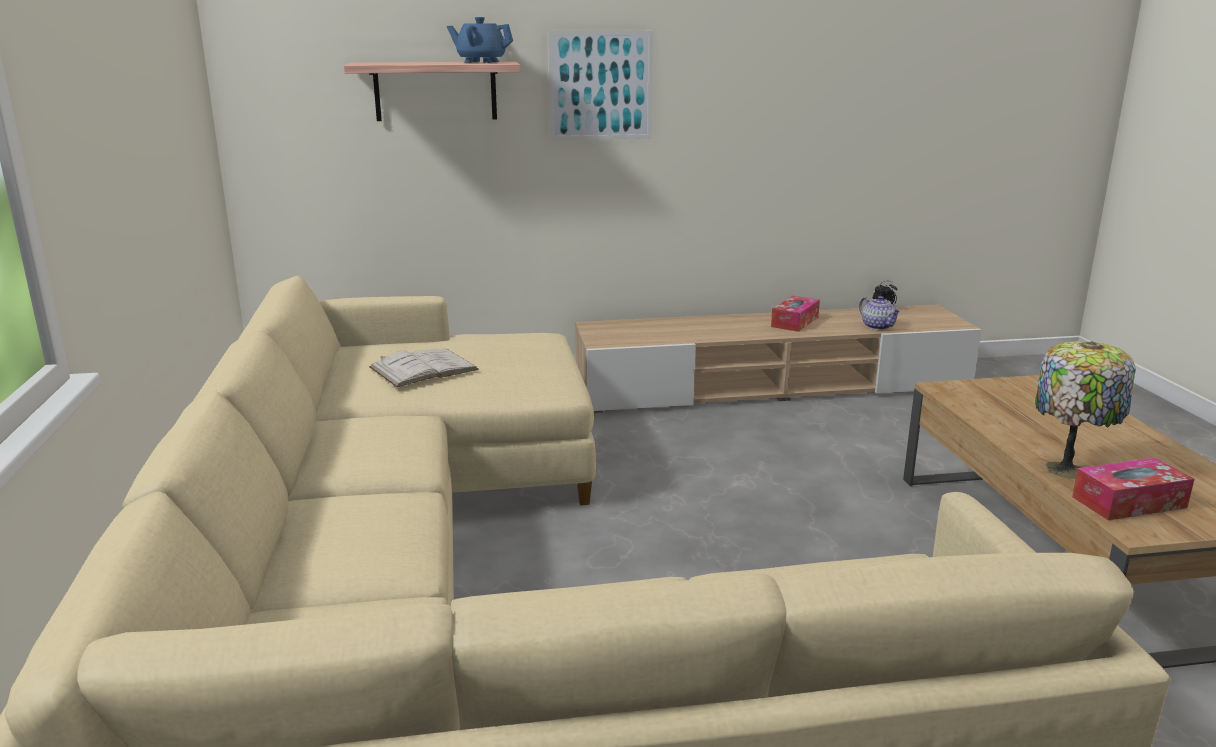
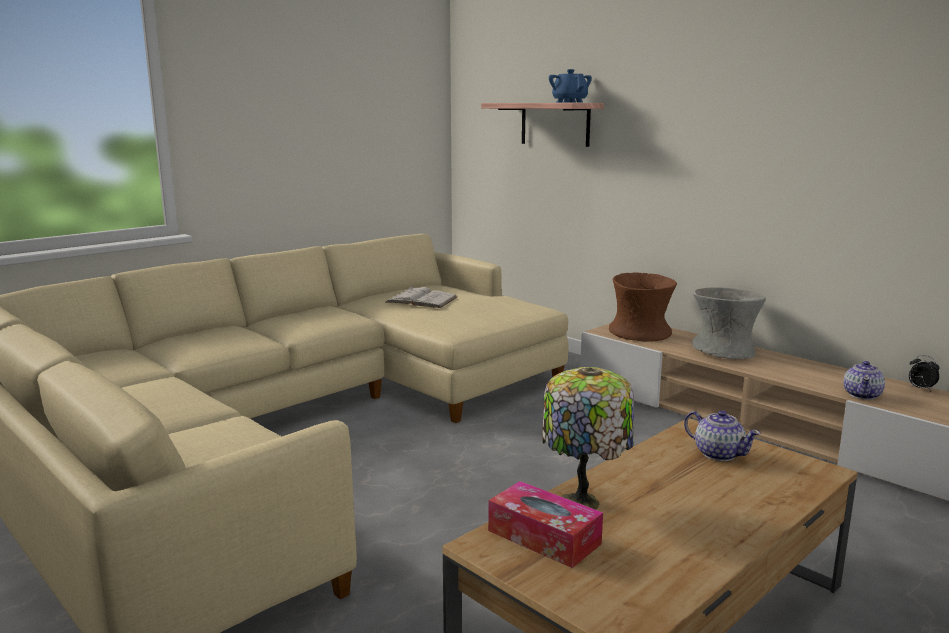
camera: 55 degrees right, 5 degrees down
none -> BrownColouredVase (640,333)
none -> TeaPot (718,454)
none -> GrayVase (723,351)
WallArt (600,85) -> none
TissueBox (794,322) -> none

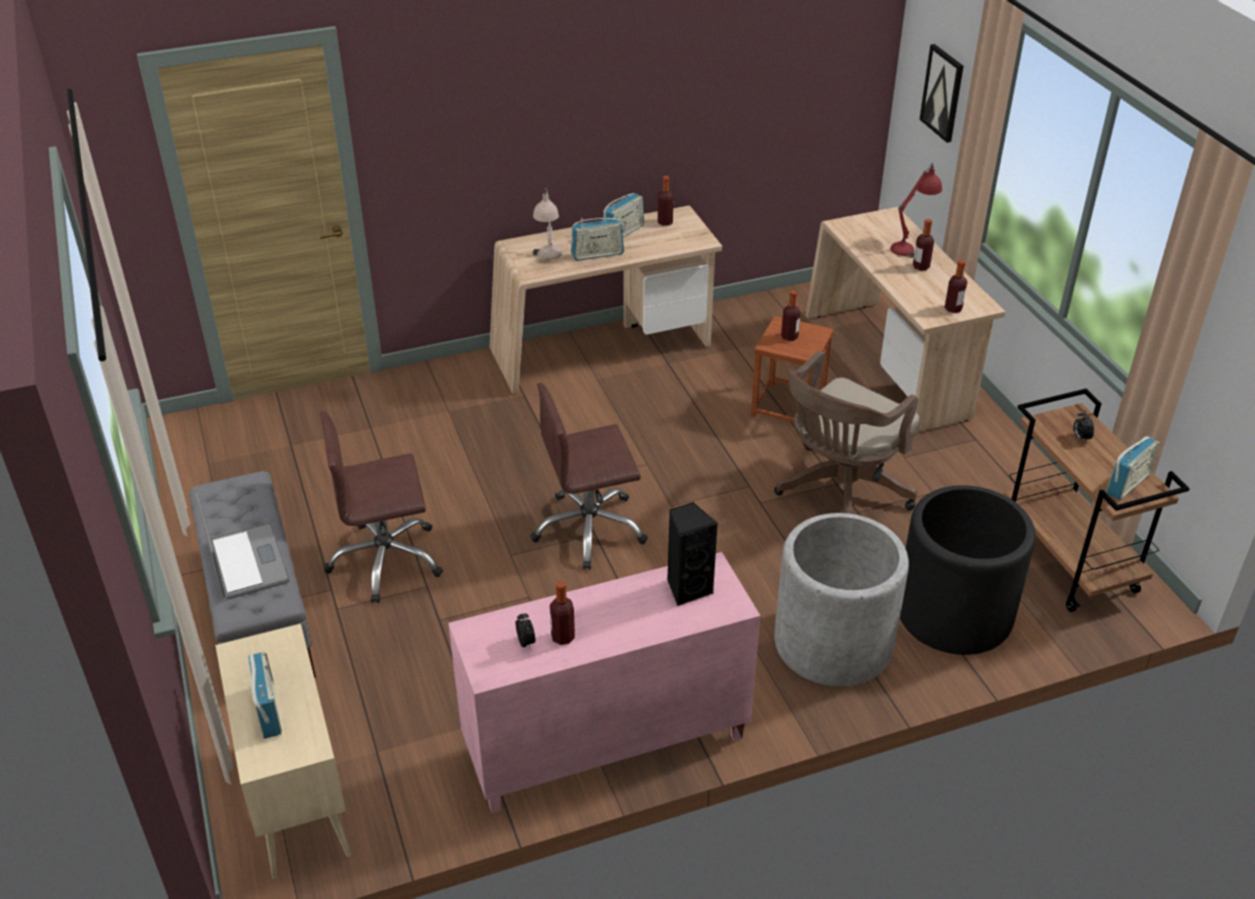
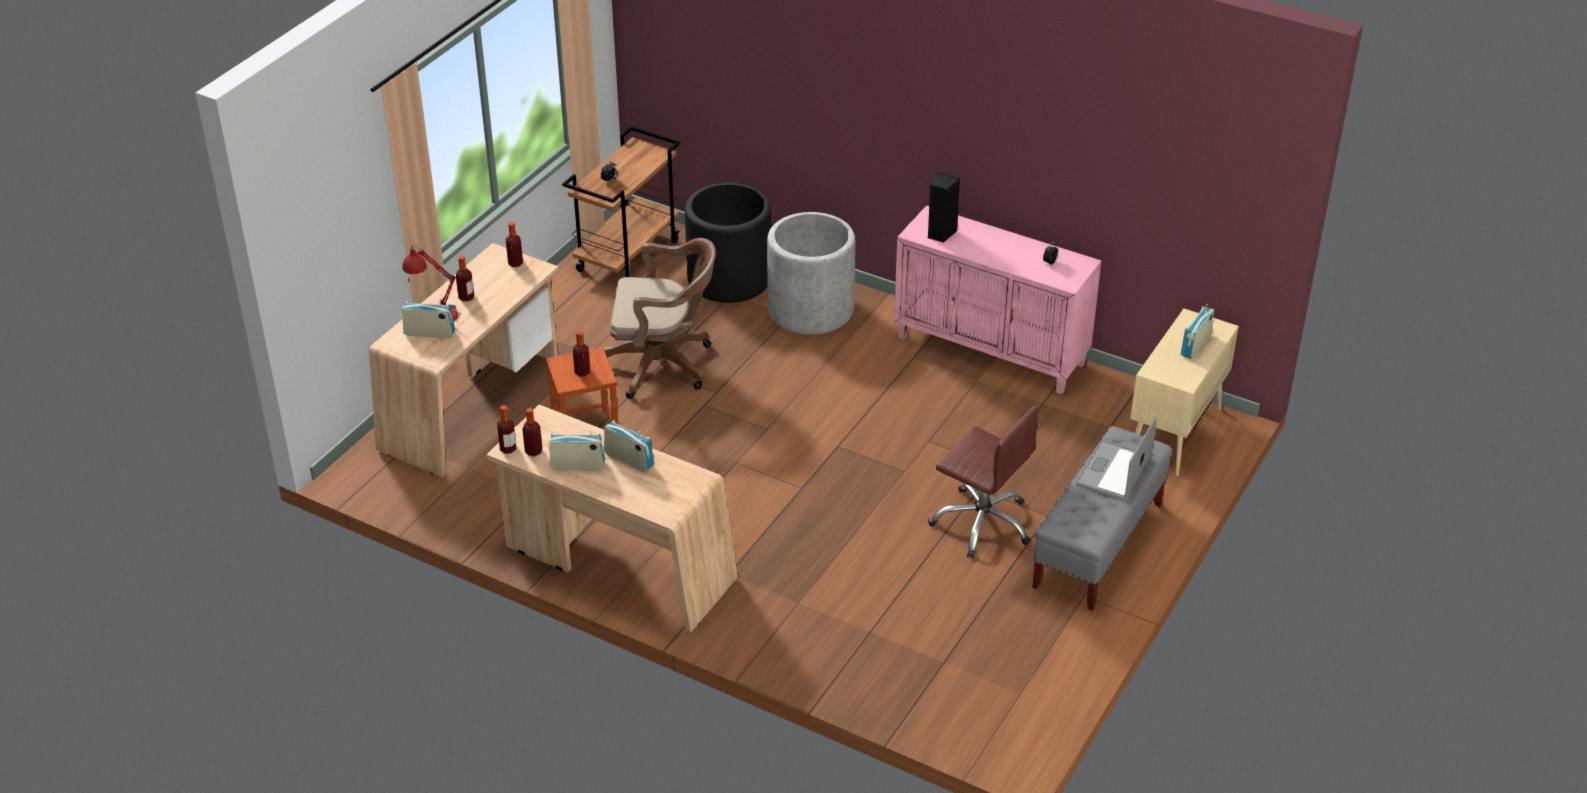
camera: 130 degrees left, 0 degrees up
RadioReceiver (1128,484) -> RadioReceiver (429,333), shifted
Bottle (563,637) -> Bottle (508,449), shifted
BrownColouredOfficeChair (589,529) -> none
BeigeTabletopLamp (548,260) -> none
WallArt (943,93) -> none

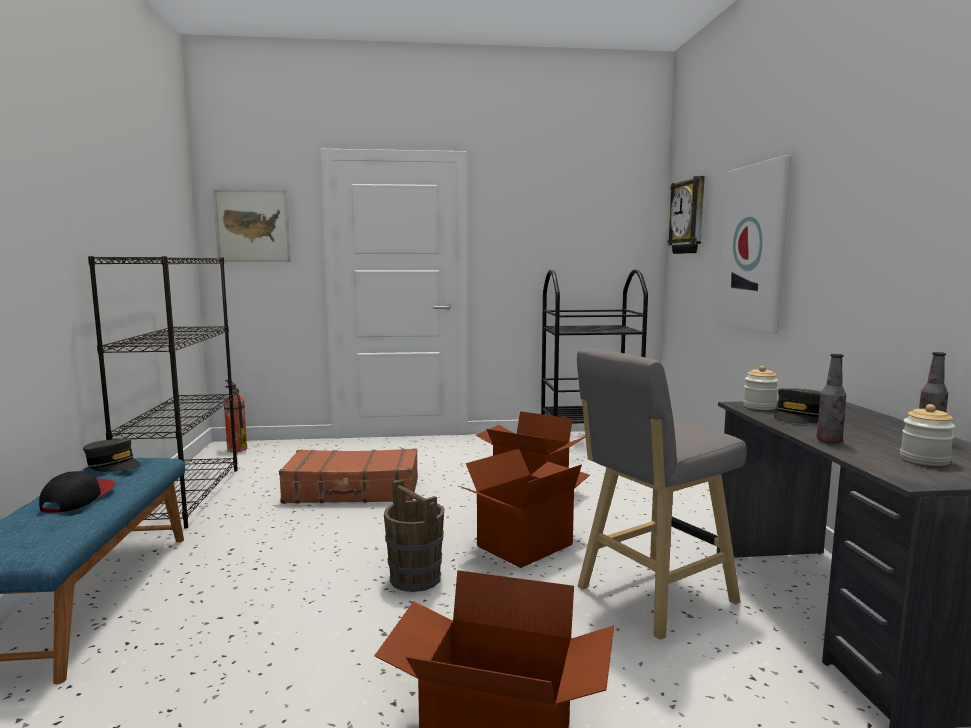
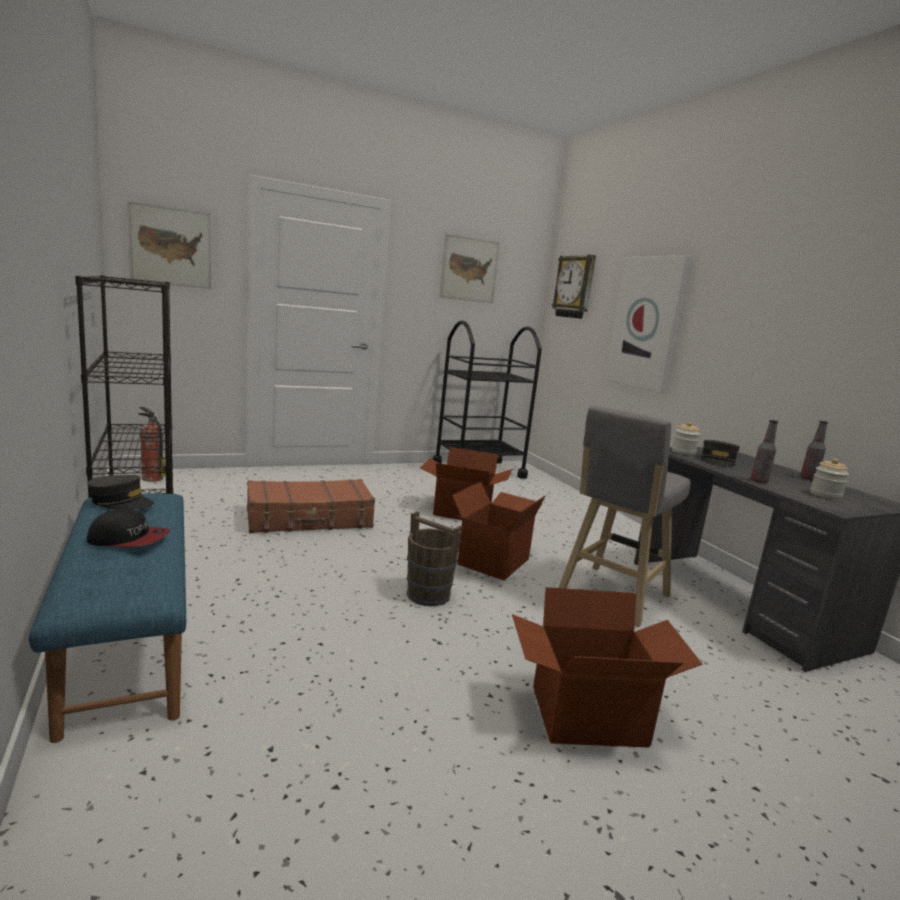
camera: 20 degrees left, 5 degrees up
BaseballCap (78,498) -> BaseballCap (129,539), 105 degrees clockwise
none -> WallArt (469,269)

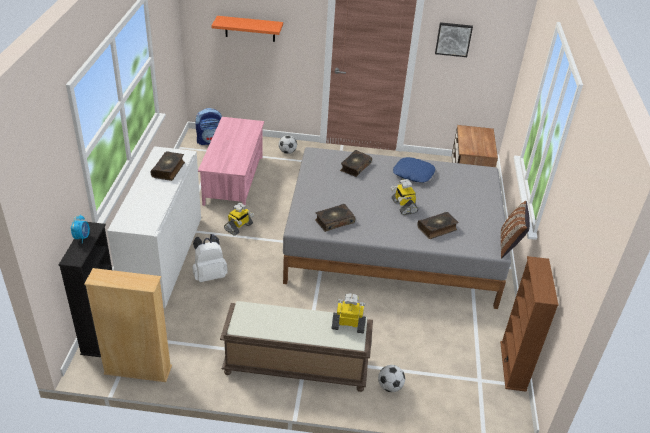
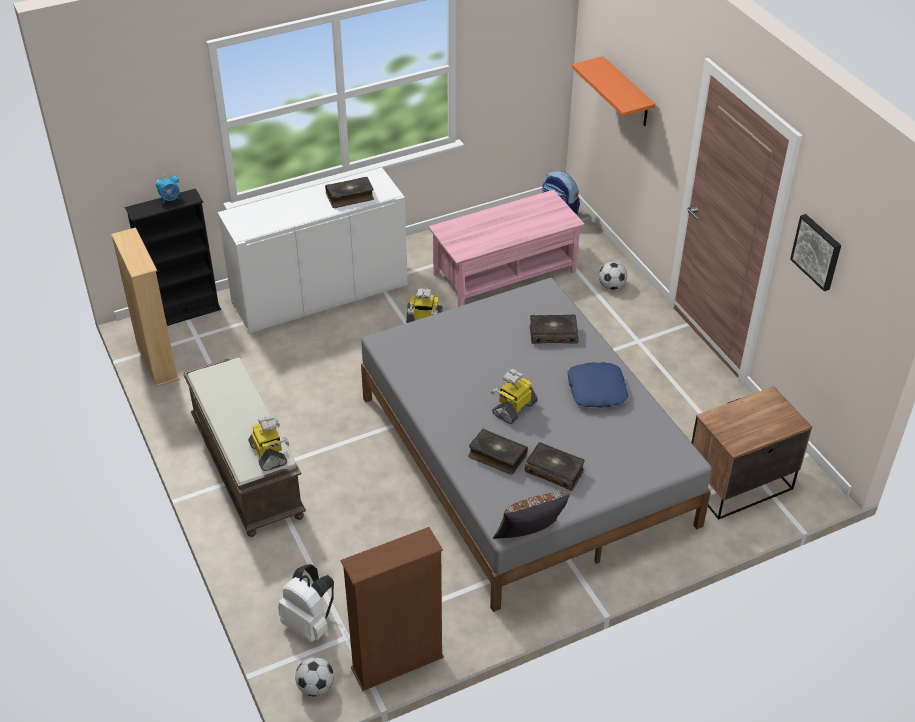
camera: 60 degrees right, 5 degrees up
WhiteColouredKnapsack (209,275) -> WhiteColouredKnapsack (309,624), shifted
FootballBall (390,387) -> FootballBall (315,687), shifted
BoundBook (334,221) -> BoundBook (554,471), shifted

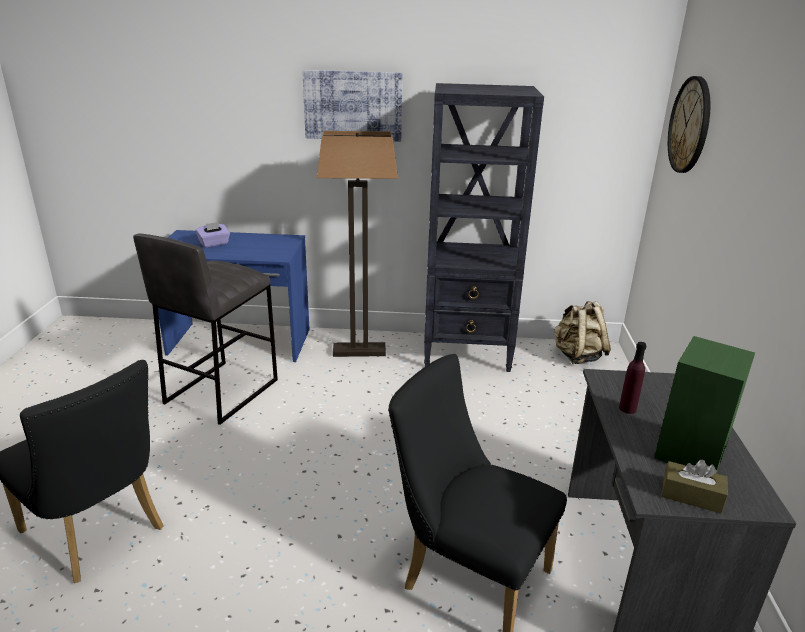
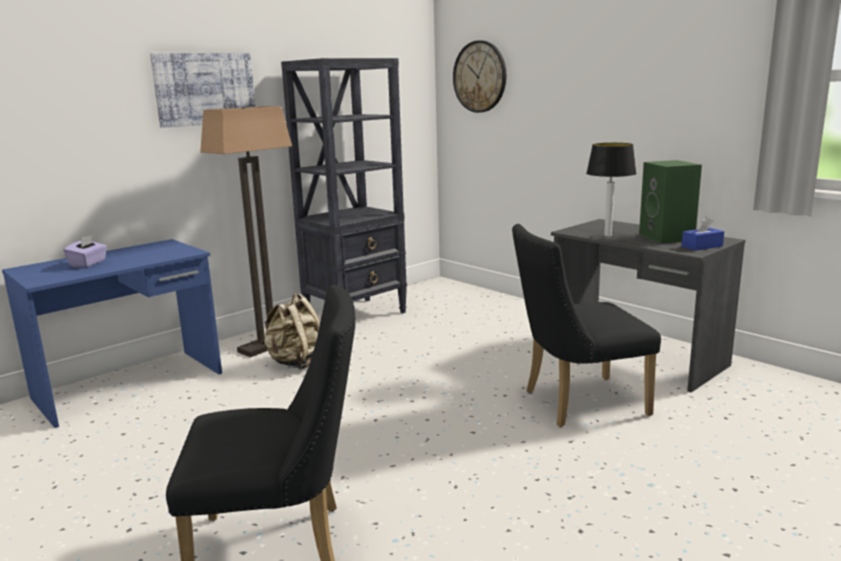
camera: 45 degrees left, 10 degrees down
BeigeKnapsack (577,356) -> BeigeKnapsack (296,363), shifted
PurpleColouredBottle (627,408) -> TabletopLamp (608,235)
BrownColouredTissueBox (691,496) -> BlueTissueBox (702,246)
GrayStool (220,391) -> none

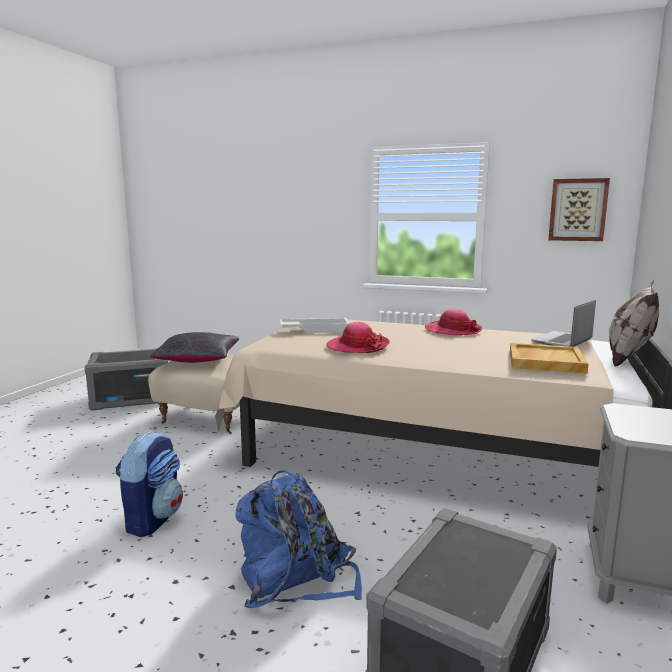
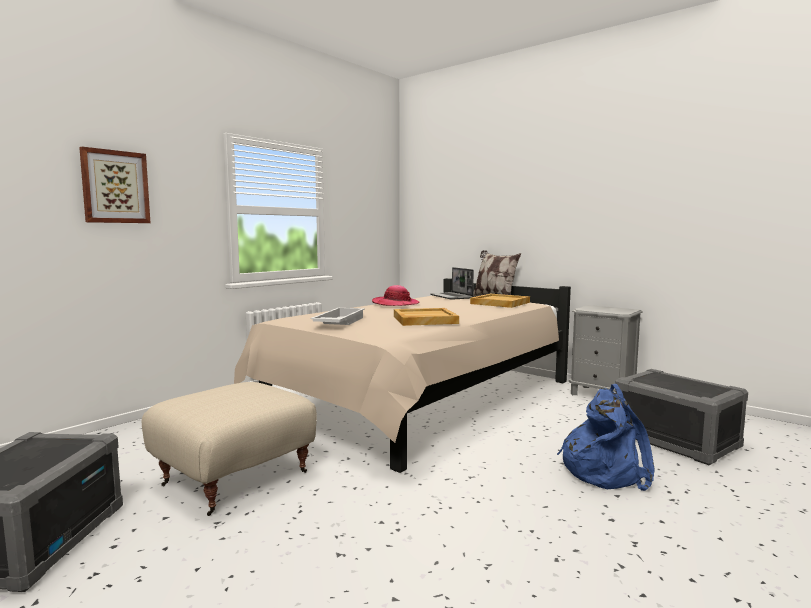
camera: 70 degrees left, 5 degrees down
WallArt (577,210) -> WallArt (115,187), shifted
Hat (357,346) -> BeigeCarryingTray (424,320)
Knapsack (153,519) -> none
BlackCushion (198,360) -> none

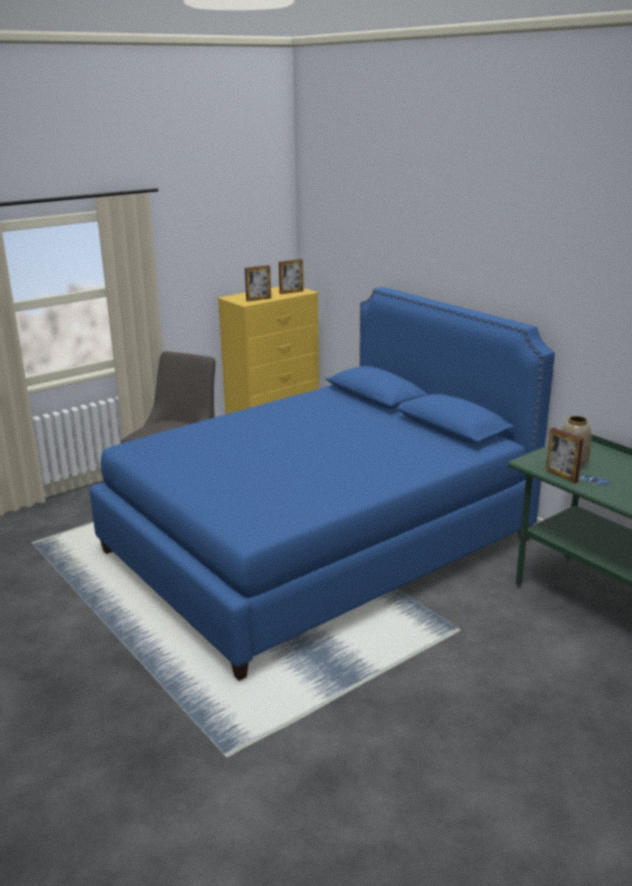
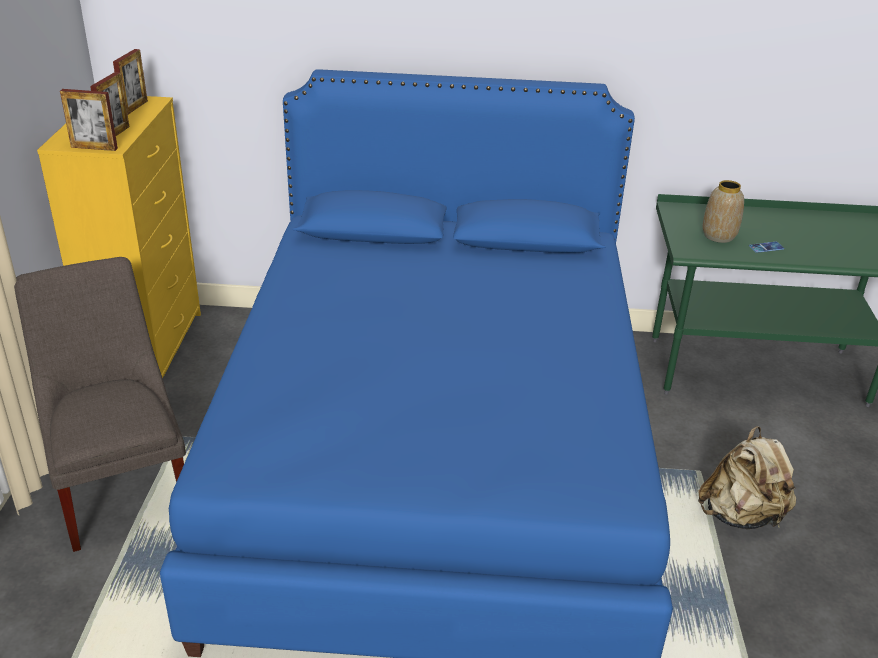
camera: 50 degrees left, 10 degrees up
StandingFrame (561,476) -> StandingFrame (94,148), shifted
none -> BeigeKnapsack (741,515)

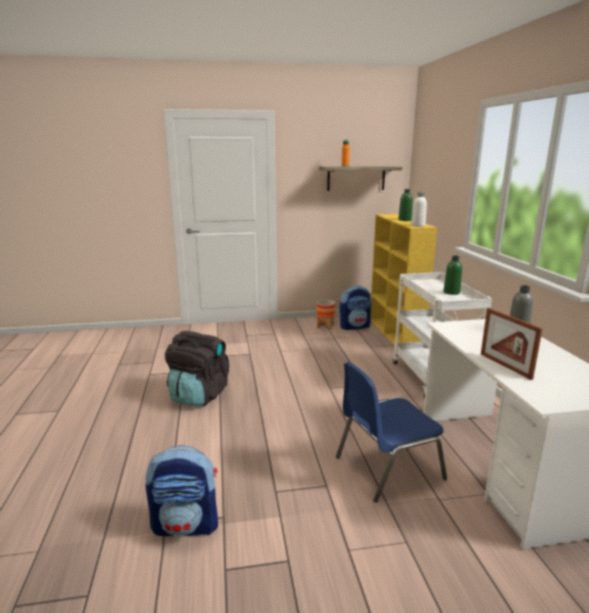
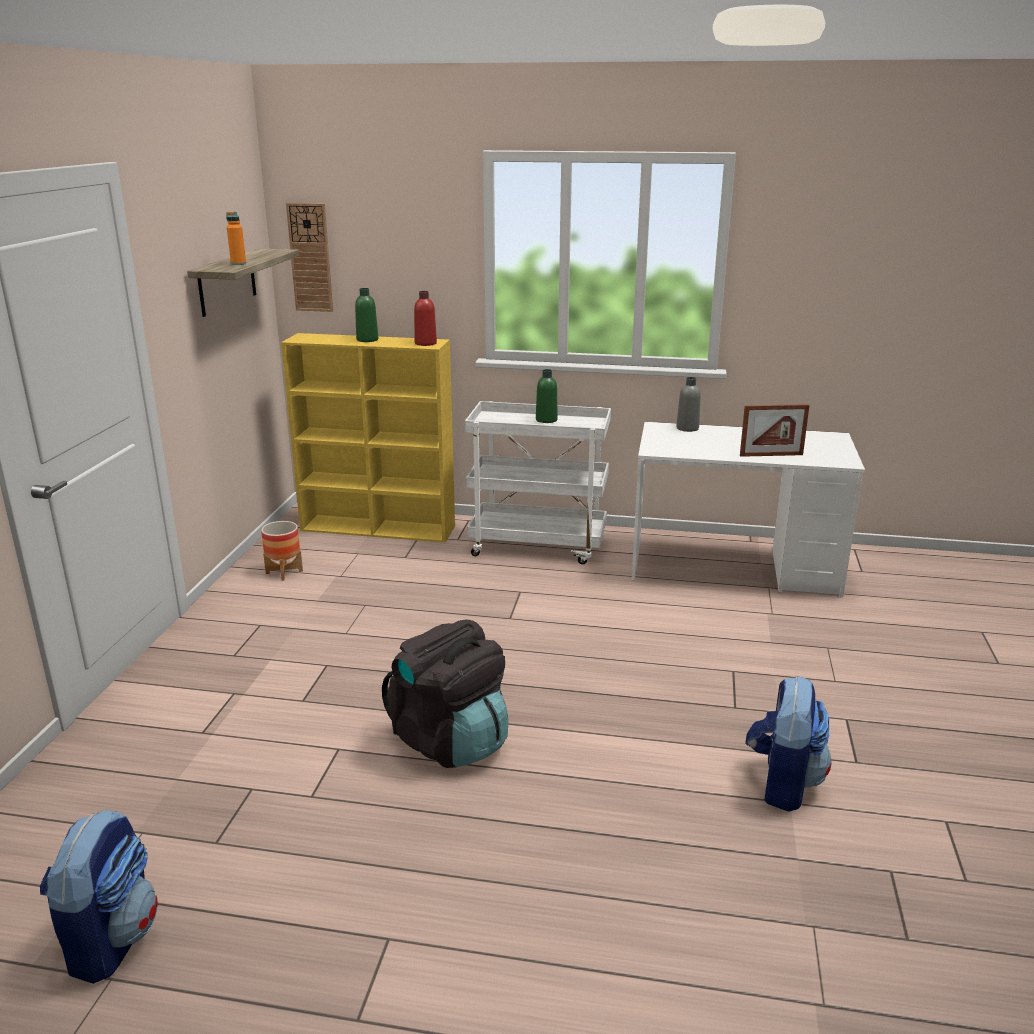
camera: 70 degrees left, 5 degrees up
Knapsack (354,326) -> Knapsack (111,939), shifted
none -> WallClock (310,258)
WhiteColouredBottle (418,225) -> RedBottle (425,343)
BlueChair (386,467) -> none

